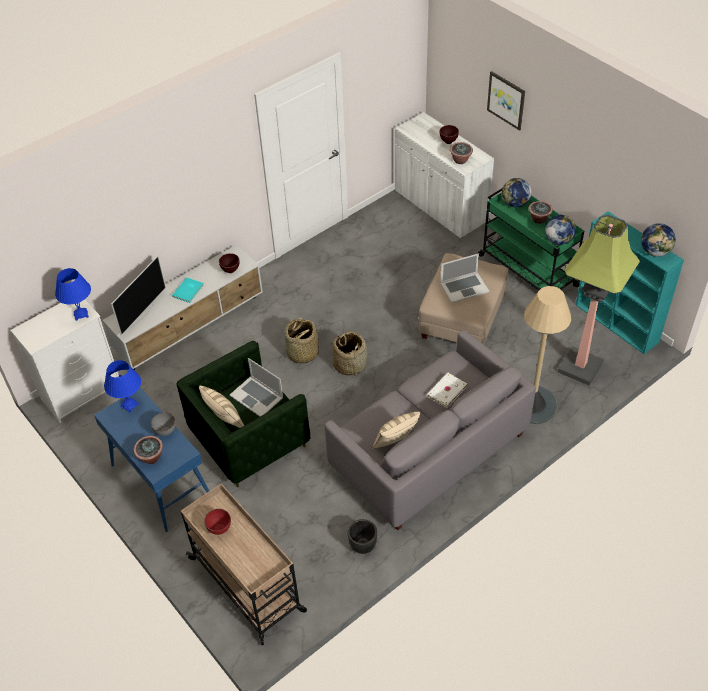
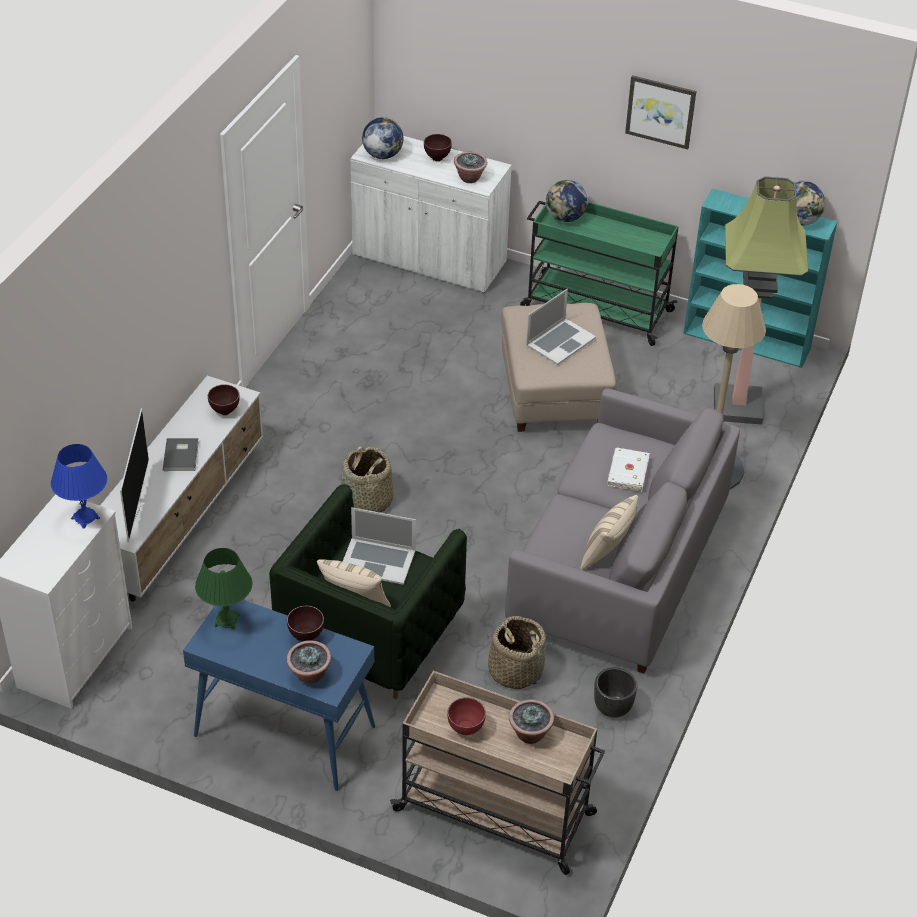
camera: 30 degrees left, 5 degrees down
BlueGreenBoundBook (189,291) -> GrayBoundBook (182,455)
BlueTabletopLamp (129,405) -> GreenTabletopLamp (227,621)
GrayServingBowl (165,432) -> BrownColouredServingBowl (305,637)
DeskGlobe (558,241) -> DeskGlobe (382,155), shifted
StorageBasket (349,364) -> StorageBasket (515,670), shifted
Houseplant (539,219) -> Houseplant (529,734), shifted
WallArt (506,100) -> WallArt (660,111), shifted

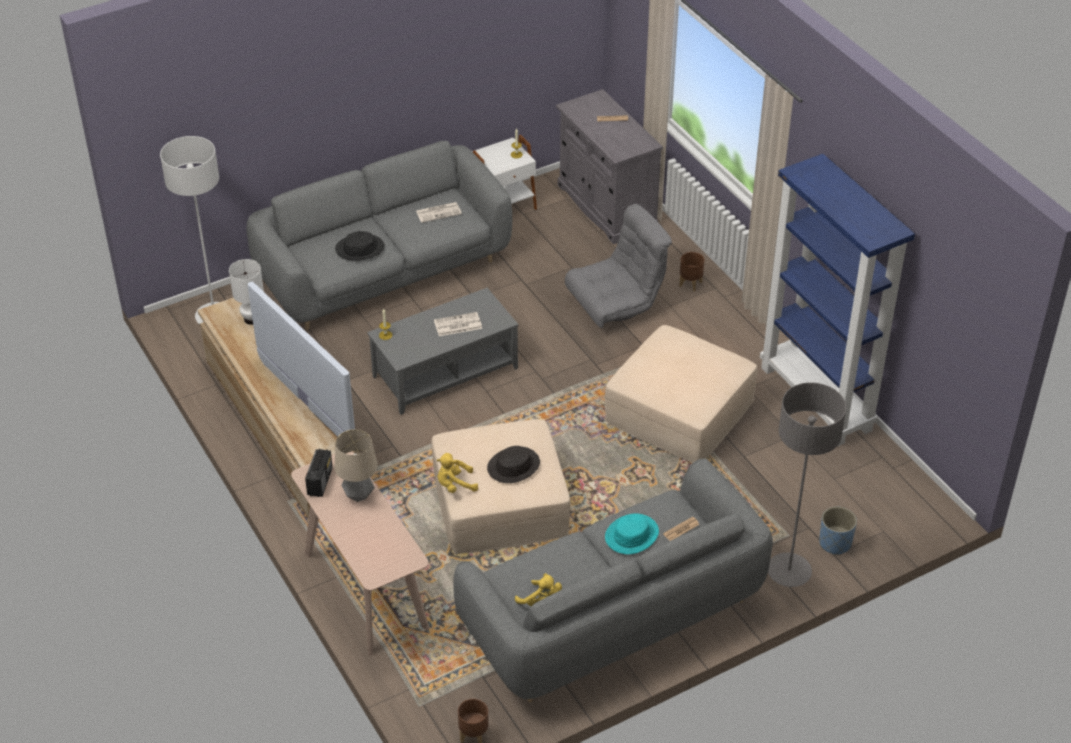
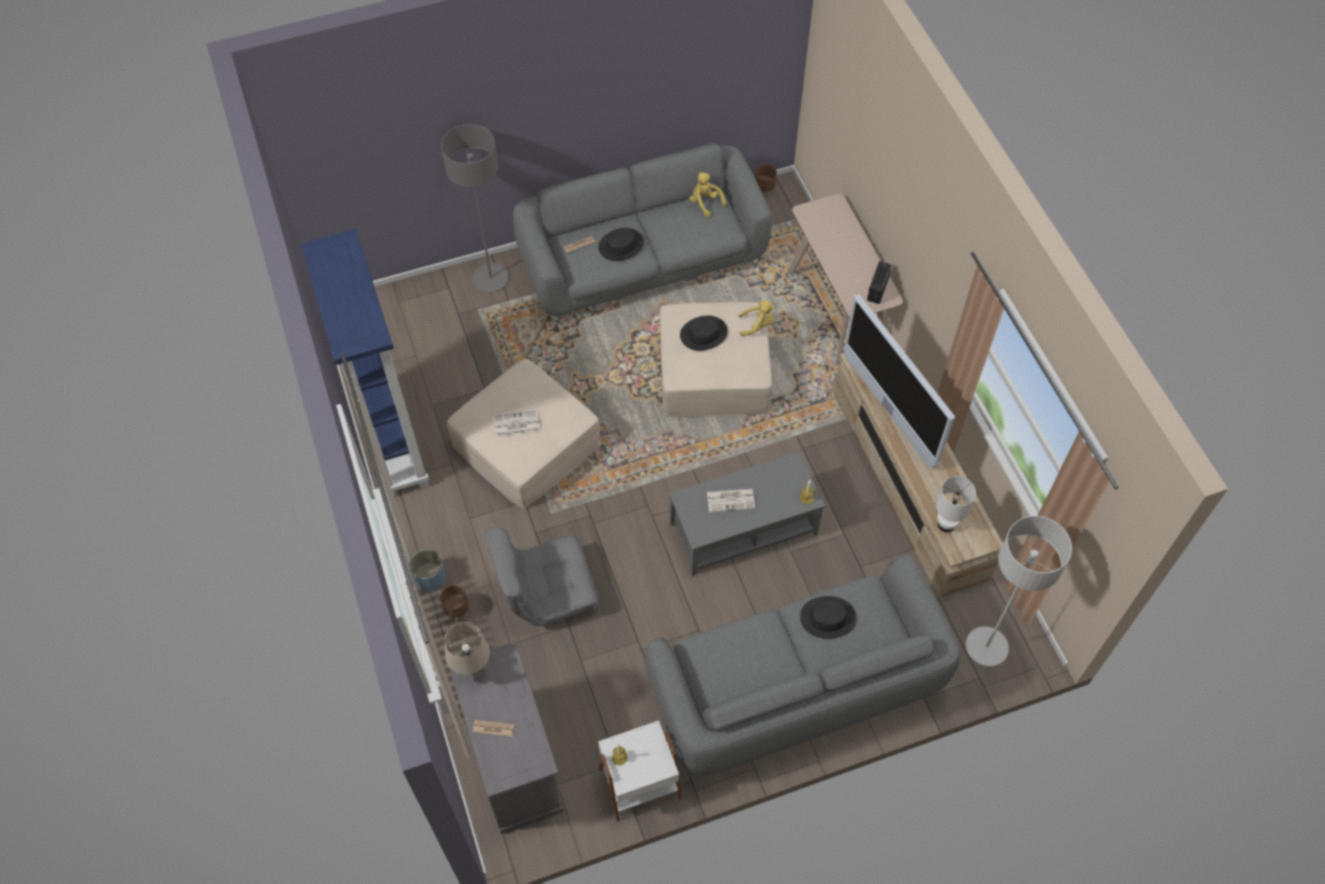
camera: 170 degrees left, 15 degrees up
BluePlanter (835,543) -> BluePlanter (430,578), shifted
TabletopLamp (358,495) -> TabletopLamp (473,670), shifted
PrintedPaper (439,212) -> PrintedPaper (516,424), shifted
BlueGreenHat (632,535) -> BlackHat (621,245)

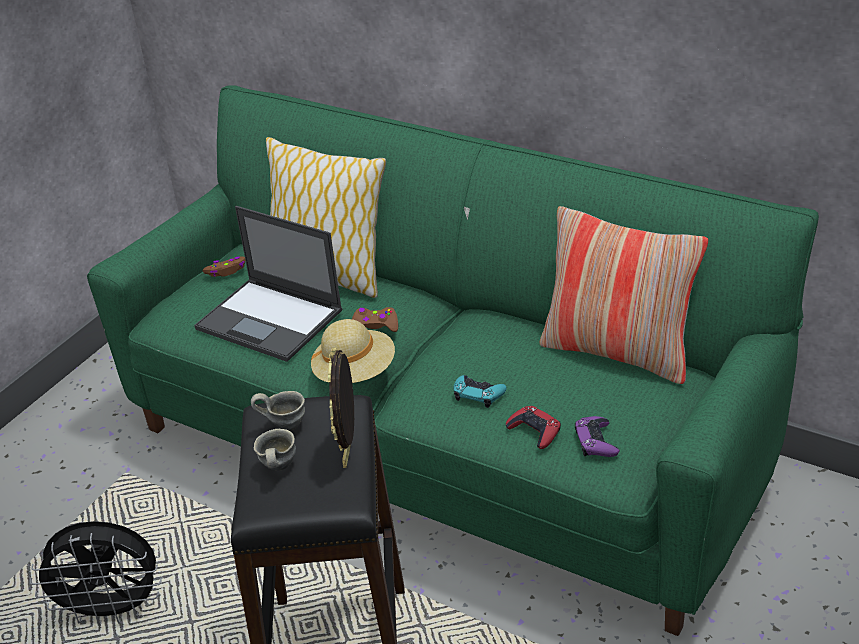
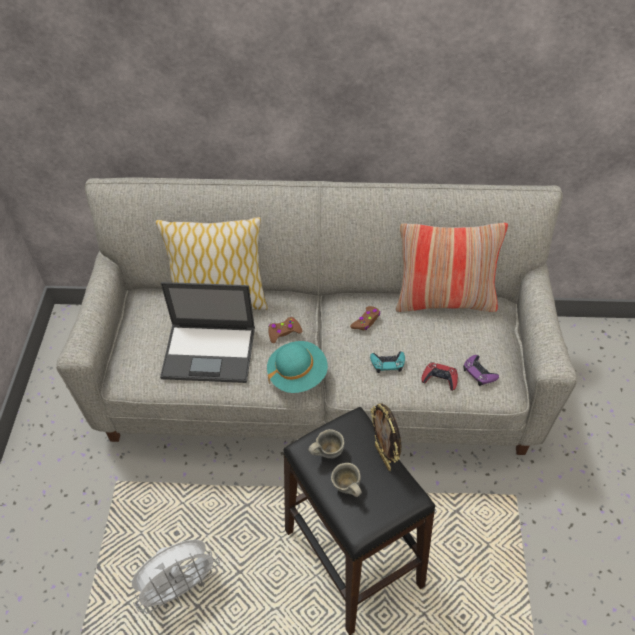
camera: 30 degrees left, 15 degrees up
GreenSettee (442,452) -> GraySettee (319,384)
BlackCoolingFan (113,610) -> WhiteColouredCoolingFan (180,587)
BeigeHat (355,373) -> BlueGreenHat (297,375)
BrownColouredGameController (226,271) -> BrownColouredGameController (366,321), shifted

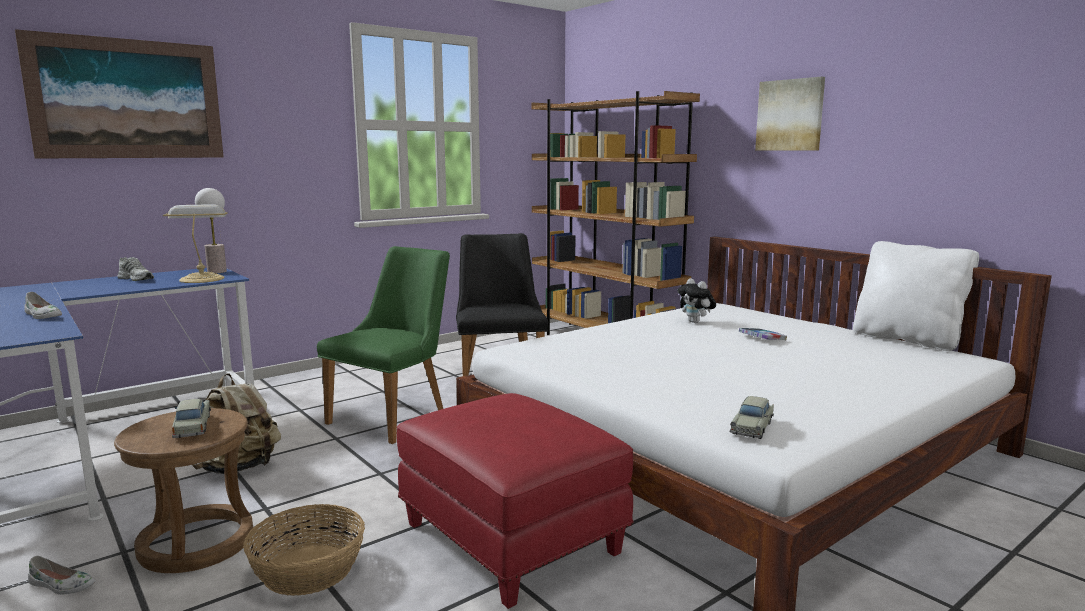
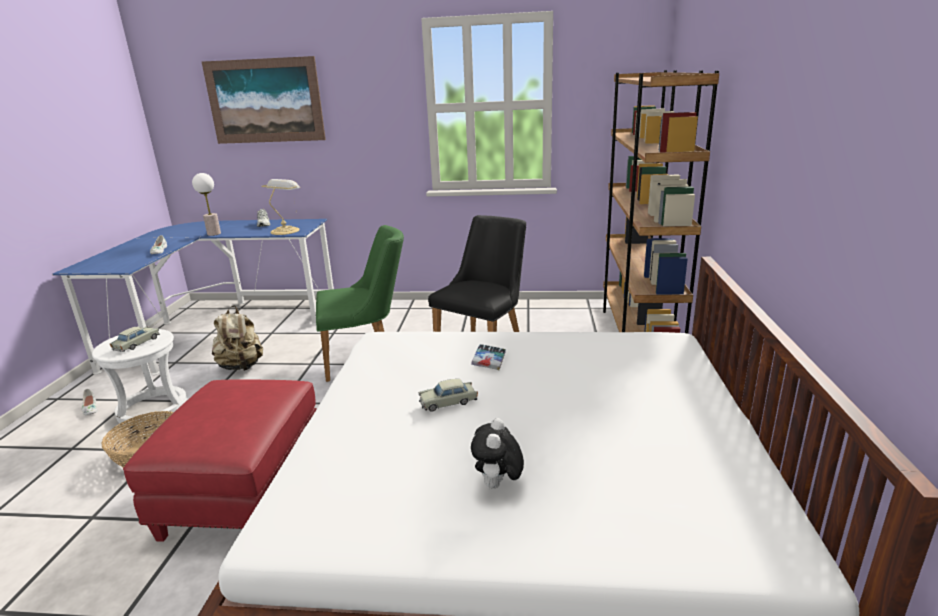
camera: 45 degrees right, 10 degrees up
BrownColouredStool (196,543) -> WhiteColouredStool (152,409)
TabletopLamp (217,272) -> TabletopLamp (214,234), shifted
BeigeMiniatureCar (752,427) -> BeigeMiniatureCar (448,402), shifted
BoundBook (762,338) -> BoundBook (489,360), shifted
CuddlyToy (696,322) -> CuddlyToy (498,485), shifted
WallArt (790,115) -> none
WhiteColouredCushion (907,339) -> none

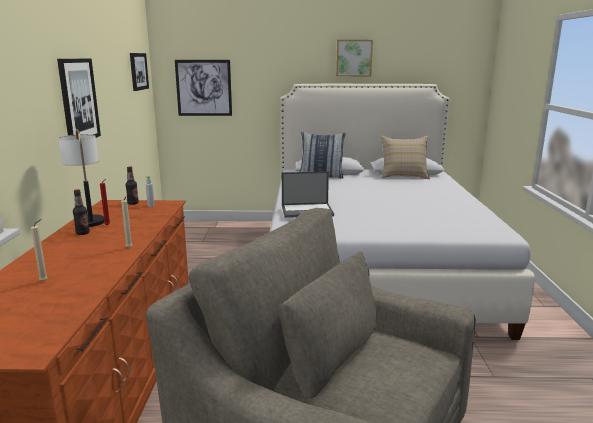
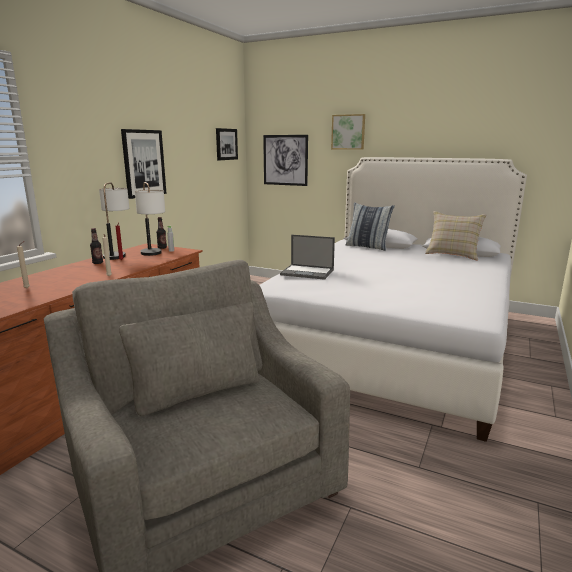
camera: 25 degrees right, 0 degrees up
none -> TabletopLamp (153,255)
WallArt (354,58) -> WallArt (348,132), shifted

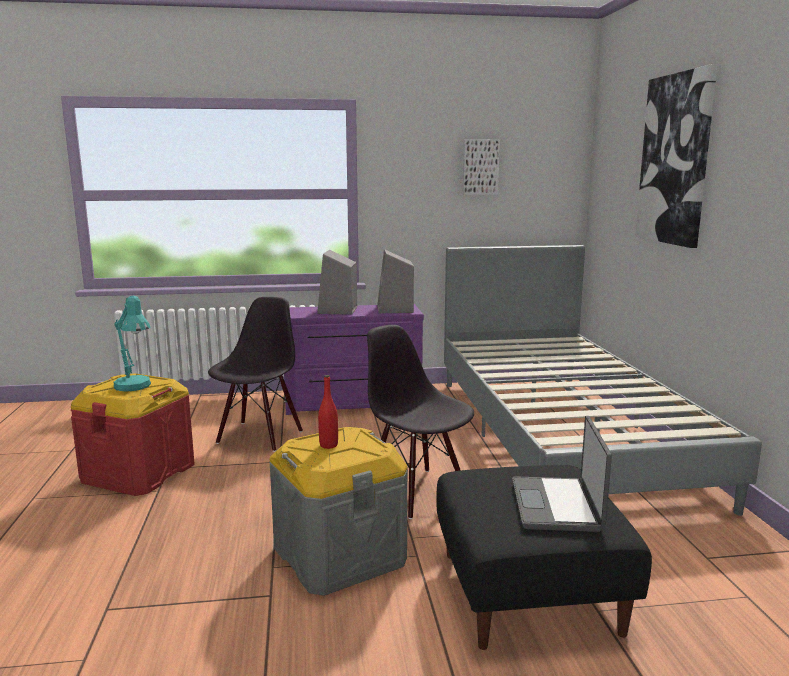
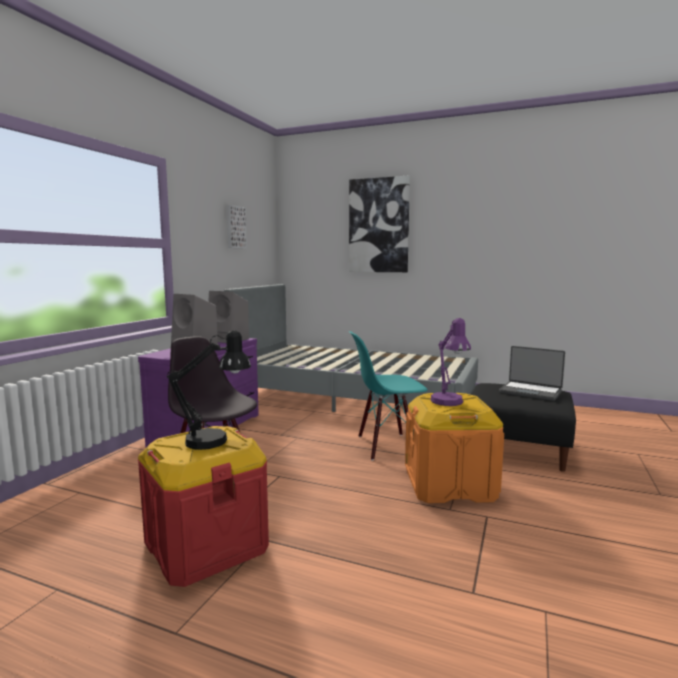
camera: 60 degrees left, 5 degrees down
BlueGreenTabletopLamp (135,387) -> BlackTabletopLamp (215,441)
BlackChair (416,493) -> BlueGreenChair (387,446)
GrayStorageBin (340,555) -> OrangeStorageBin (449,484)
RedBottle (328,445) -> PurpleColouredTabletopLamp (449,403)

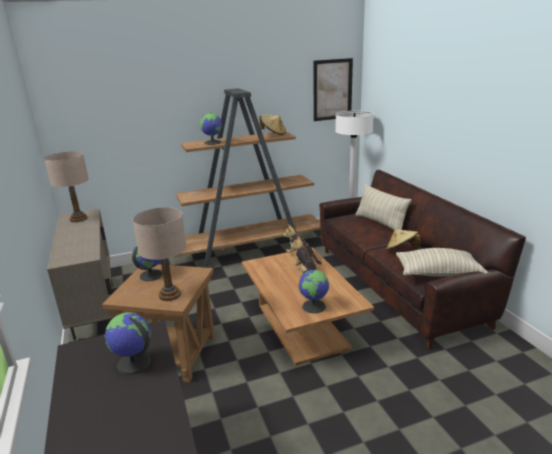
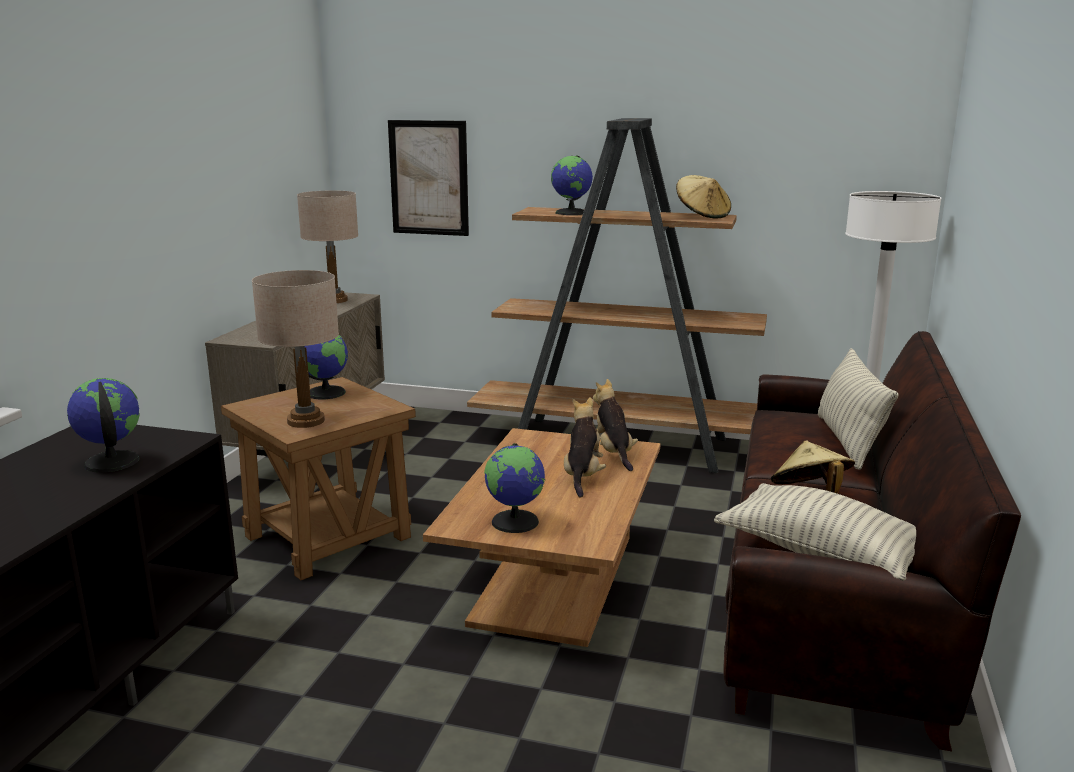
camera: 35 degrees right, 5 degrees down
WallArt (332,89) -> WallArt (429,178), shifted

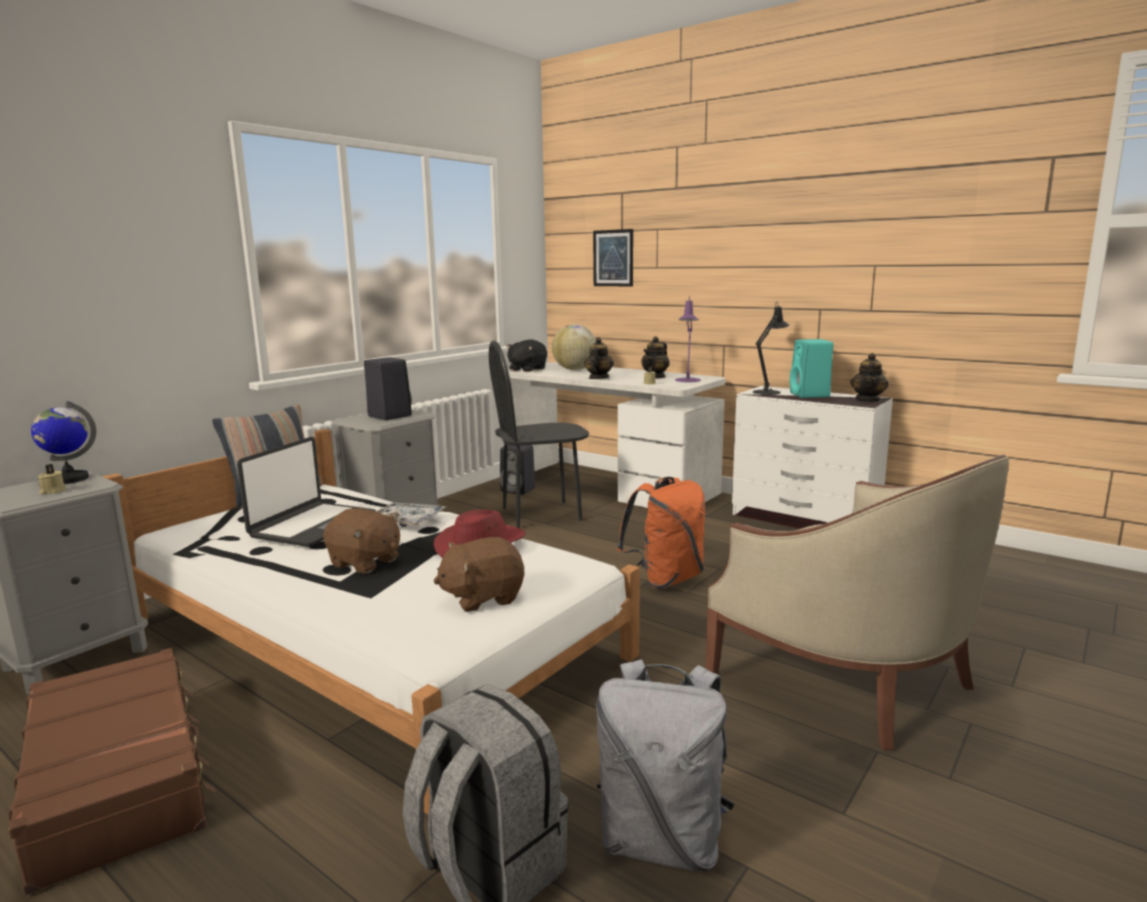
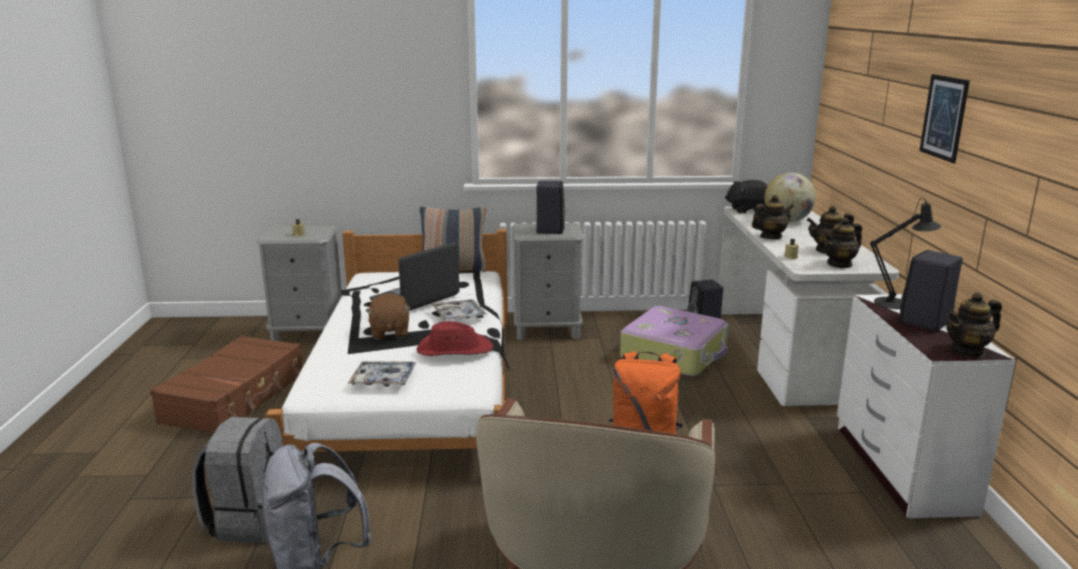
camera: 50 degrees right, 5 degrees up
BrownColouredCuddlyToy (482,597) -> CarryingTray (383,380)
PortableComputer (312,525) -> PortableComputer (415,298), 150 degrees clockwise
BlackChair (541,514) -> Suitcase (674,354)
PurpleColouredTabletopLamp (687,380) -> TeaPot (839,264)
BlueGreenAudioSpeaker (810,395) -> BlackAudioSpeaker (924,322)
WallArt (613,258) -> WallArt (944,117), shifted
DeskGlobe (69,479) -> none

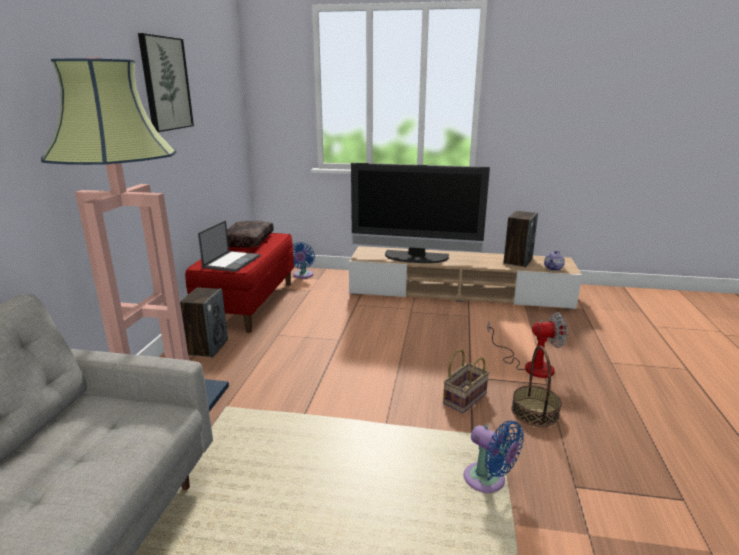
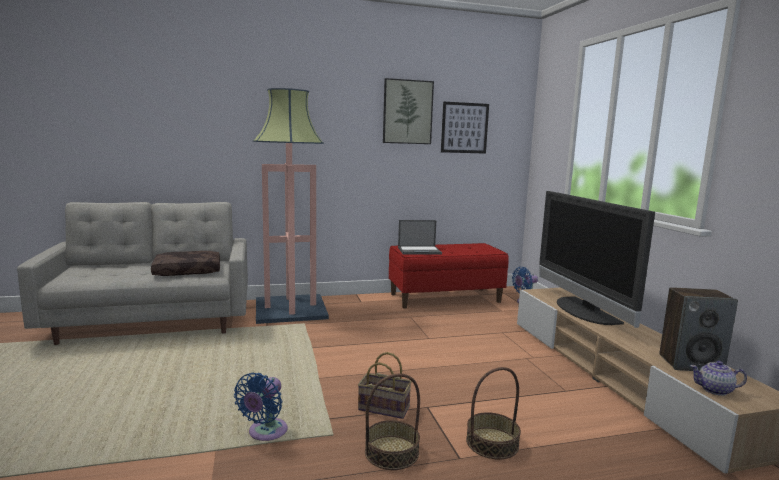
camera: 65 degrees right, 10 degrees down
BrownColouredCushion (246,241) -> BrownColouredCushion (188,271), shifted
none -> WallArt (464,128)
CoolingFan (530,365) -> StorageBasket (492,443)
AudioSpeaker (208,347) -> none

